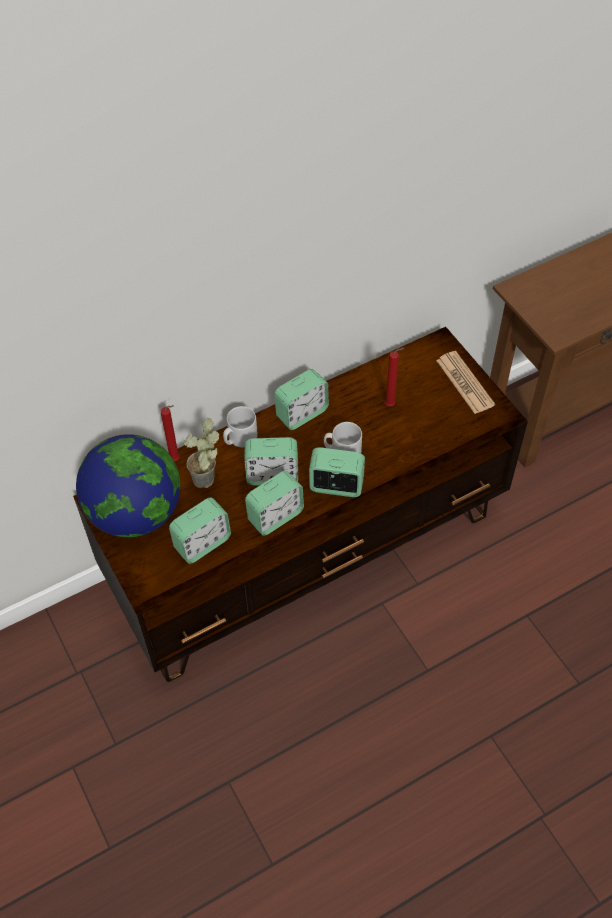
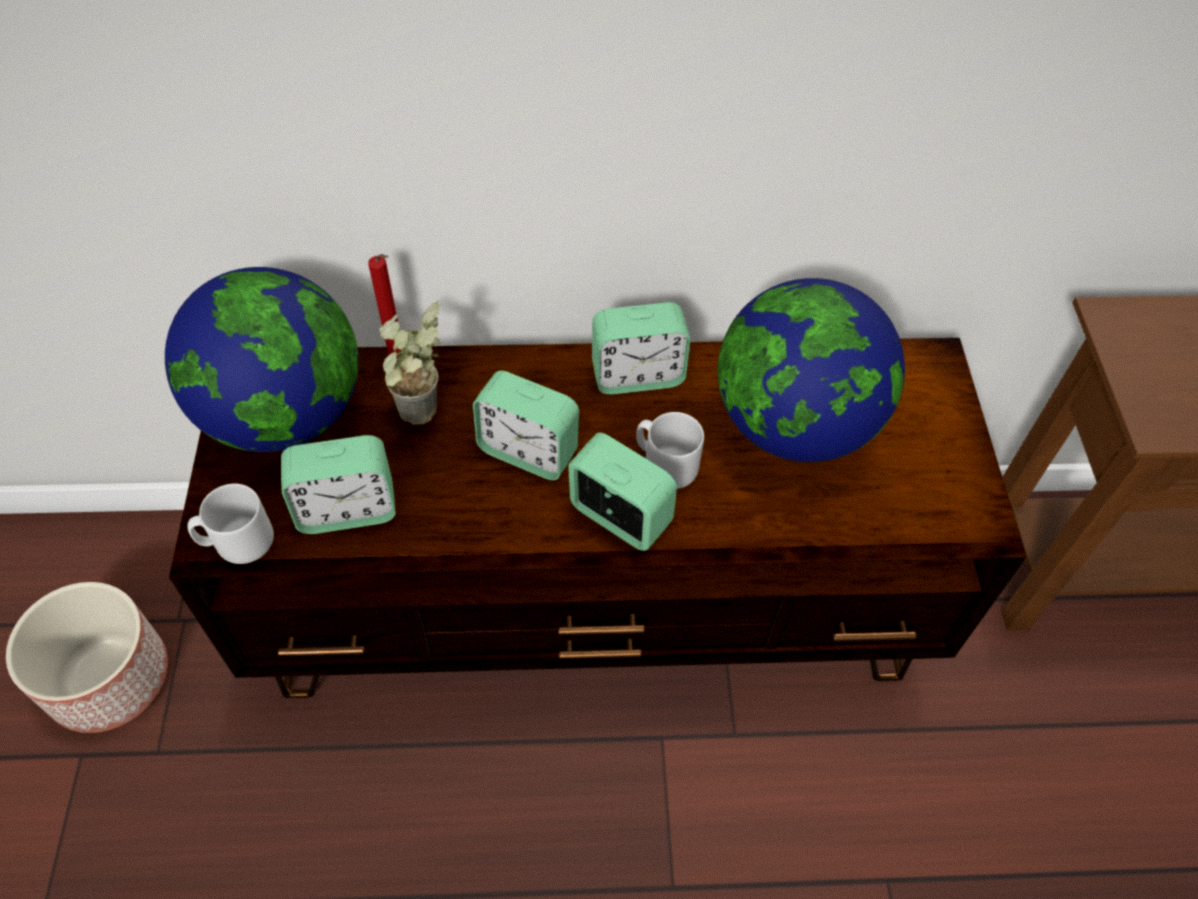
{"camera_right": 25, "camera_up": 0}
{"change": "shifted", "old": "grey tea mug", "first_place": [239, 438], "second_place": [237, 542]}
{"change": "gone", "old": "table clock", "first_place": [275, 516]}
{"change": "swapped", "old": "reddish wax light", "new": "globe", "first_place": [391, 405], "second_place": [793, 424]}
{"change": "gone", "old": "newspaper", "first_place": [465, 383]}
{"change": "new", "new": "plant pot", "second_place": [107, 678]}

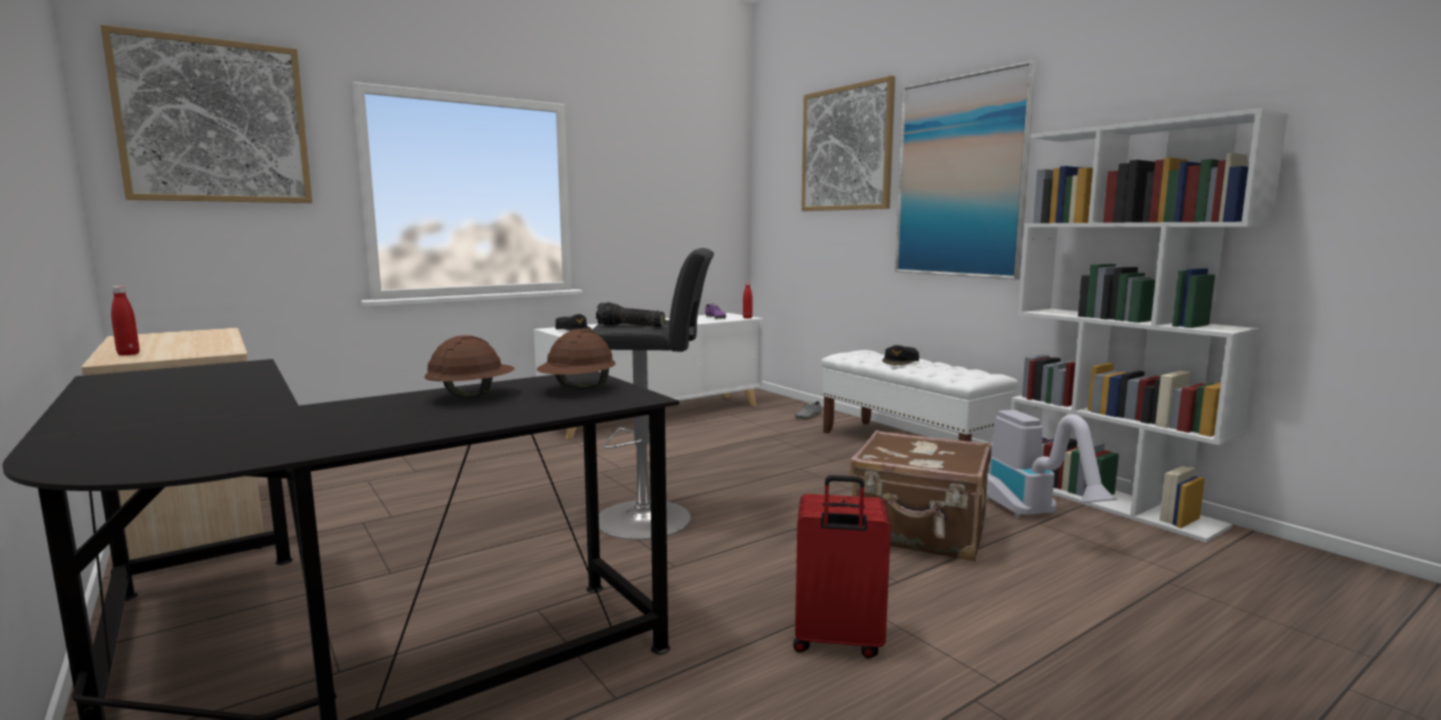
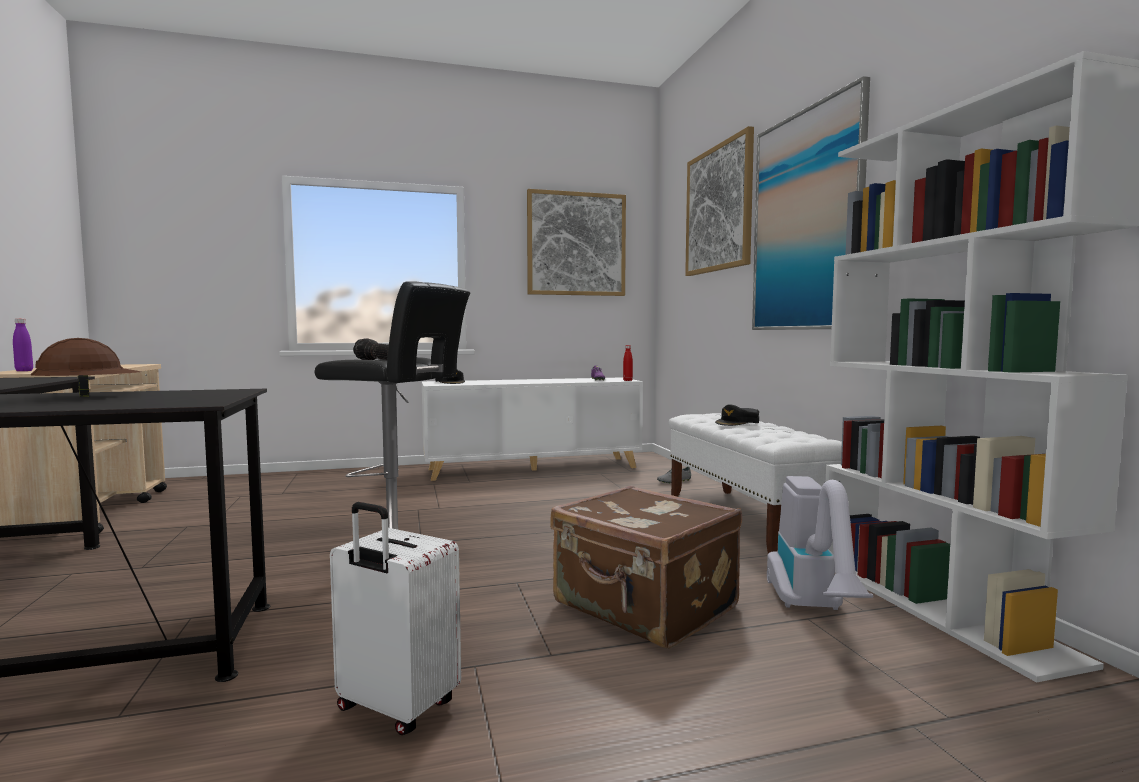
{"camera_right": 20, "camera_up": -5}
{"change": "shifted", "old": "wall art", "first_place": [214, 121], "second_place": [576, 244]}
{"change": "repainted", "old": "reddish bottle", "new": "purple bottle", "first_place": [128, 354], "second_place": [24, 371]}
{"change": "gone", "old": "brown-coloured work helmet", "first_place": [578, 389]}
{"change": "repainted", "old": "reddish suitcase", "new": "white-coloured suitcase", "first_place": [837, 642], "second_place": [395, 708]}

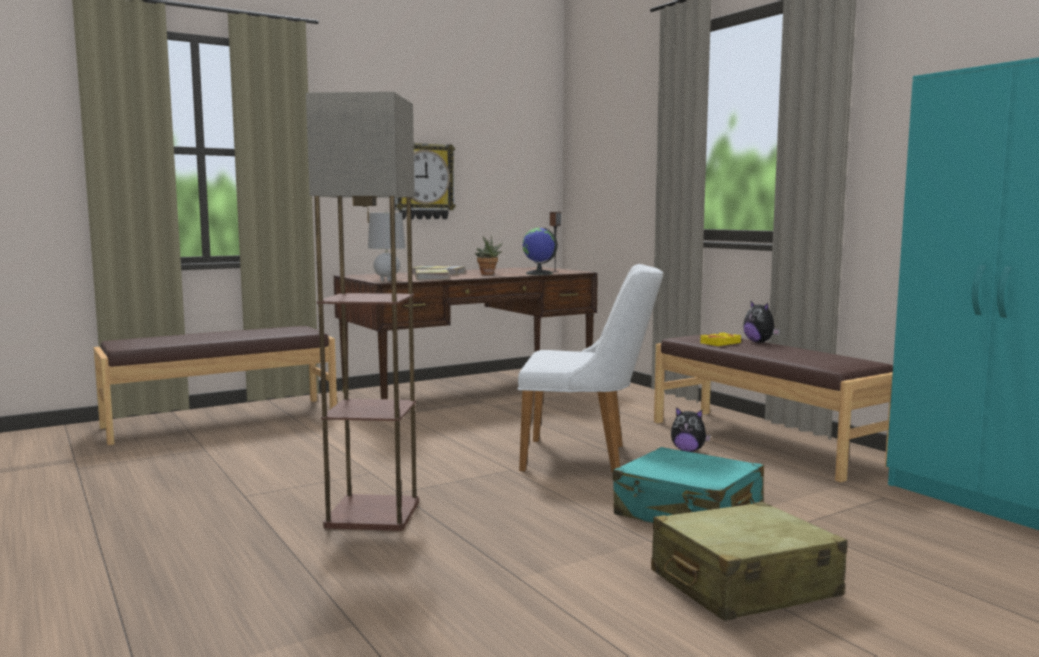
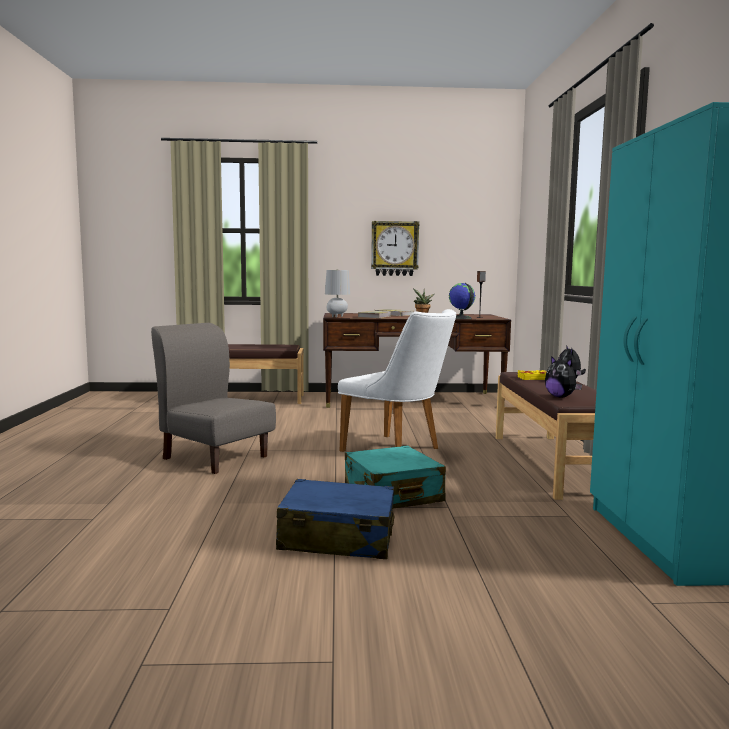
{"camera_right": 30, "camera_up": 0}
{"change": "swapped", "old": "standing lamp", "new": "grey plain chair", "first_place": [372, 513], "second_place": [215, 457]}
{"change": "repainted", "old": "beige suitcase", "new": "bluish suitcase", "first_place": [743, 585], "second_place": [337, 538]}
{"change": "shifted", "old": "plush toy", "first_place": [688, 450], "second_place": [560, 397]}

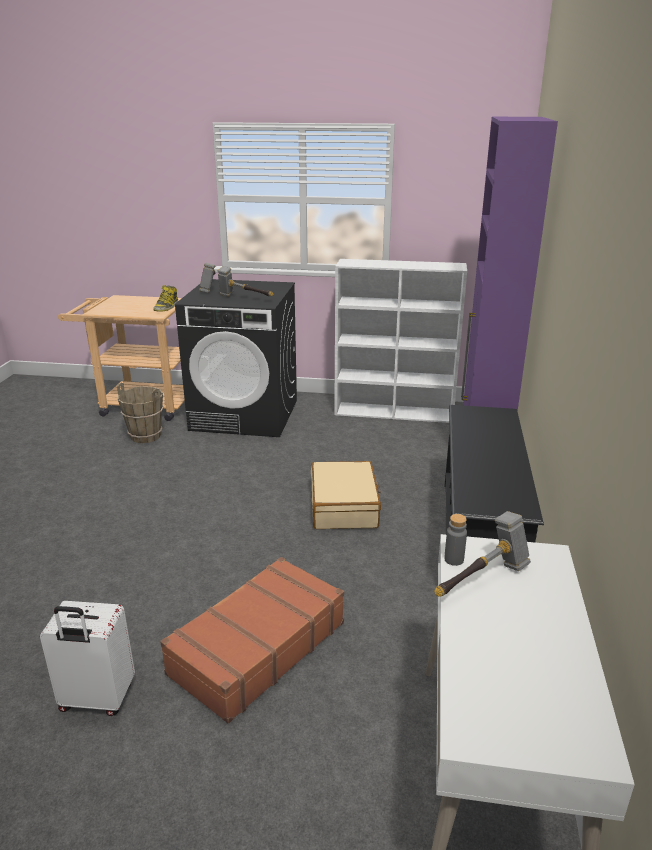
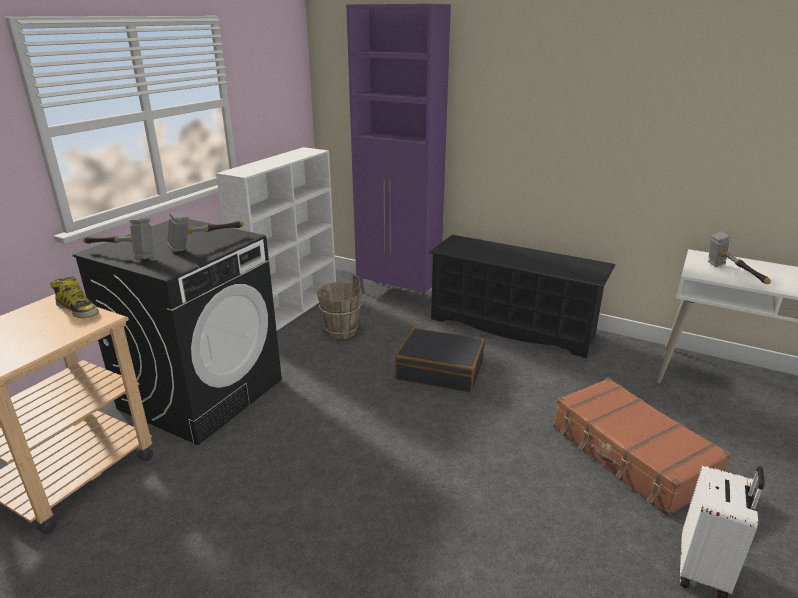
{"camera_right": -70, "camera_up": 0}
{"change": "shifted", "old": "brown-coloured water bucket", "first_place": [146, 436], "second_place": [341, 331]}
{"change": "repainted", "old": "beige suitcase", "new": "black suitcase", "first_place": [344, 506], "second_place": [440, 370]}
{"change": "gone", "old": "grey bottle", "first_place": [454, 559]}

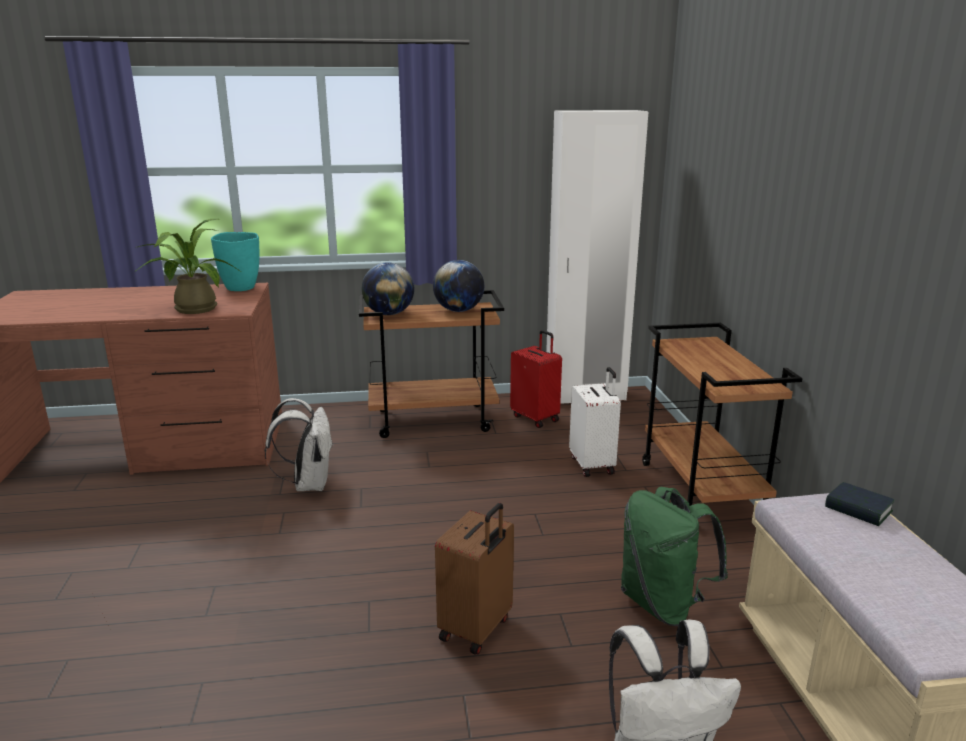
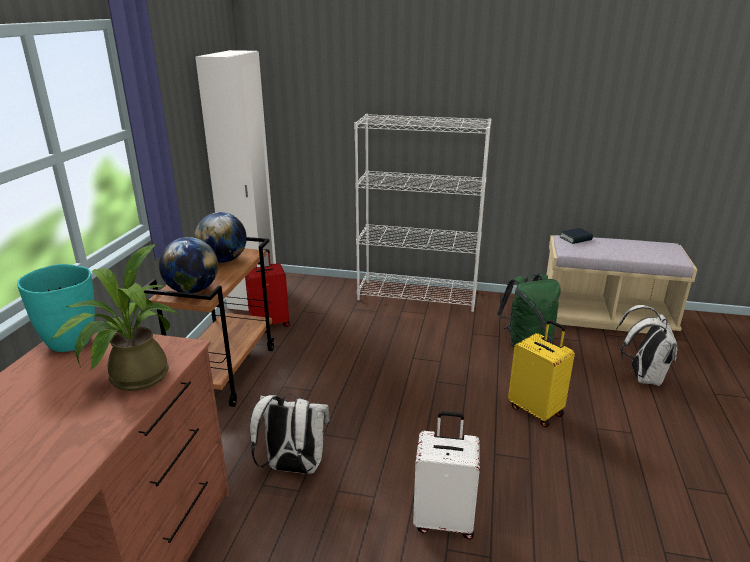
{"camera_right": -70, "camera_up": 5}
{"change": "repainted", "old": "brown-coloured suitcase", "new": "yellowish suitcase", "first_place": [477, 629], "second_place": [536, 410]}
{"change": "shifted", "old": "white-coloured suitcase", "first_place": [593, 465], "second_place": [444, 519]}
{"change": "swapped", "old": "brown-coloured trolley", "new": "white-coloured bookshelf", "first_place": [702, 491], "second_place": [418, 295]}

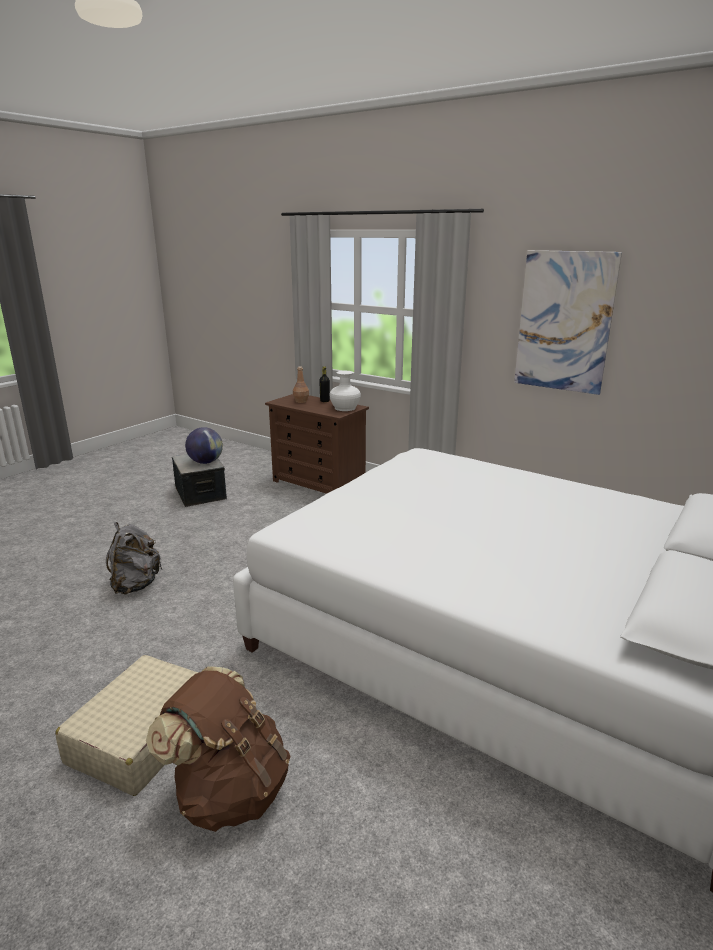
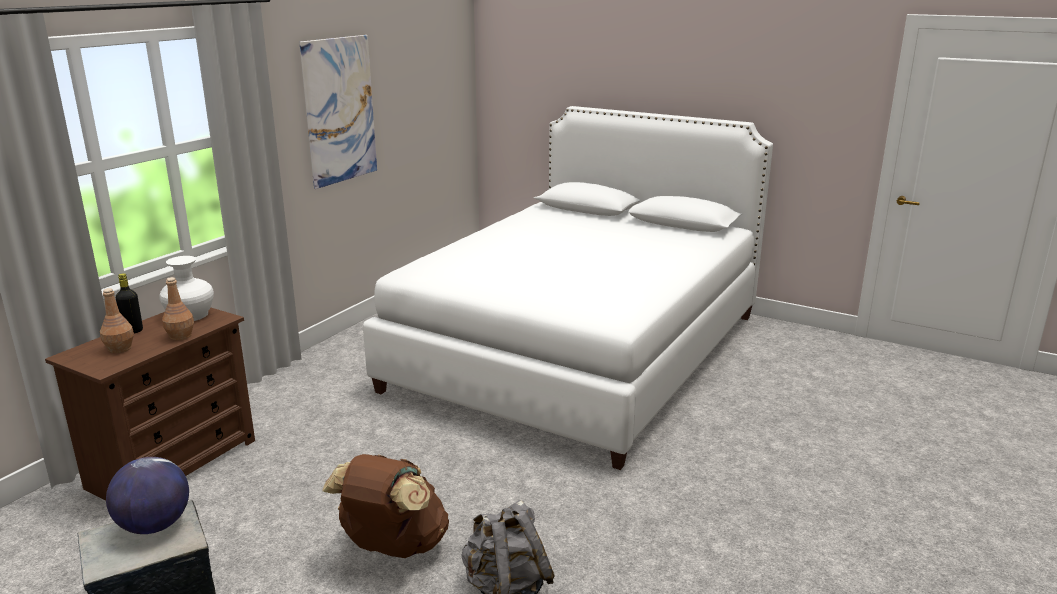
{"camera_right": -95, "camera_up": 0}
{"change": "gone", "old": "beige suitcase", "first_place": [142, 736]}
{"change": "shifted", "old": "brown-coloured rucksack", "first_place": [229, 791], "second_place": [392, 547]}
{"change": "new", "new": "brown-coloured bottle", "second_place": [180, 336]}

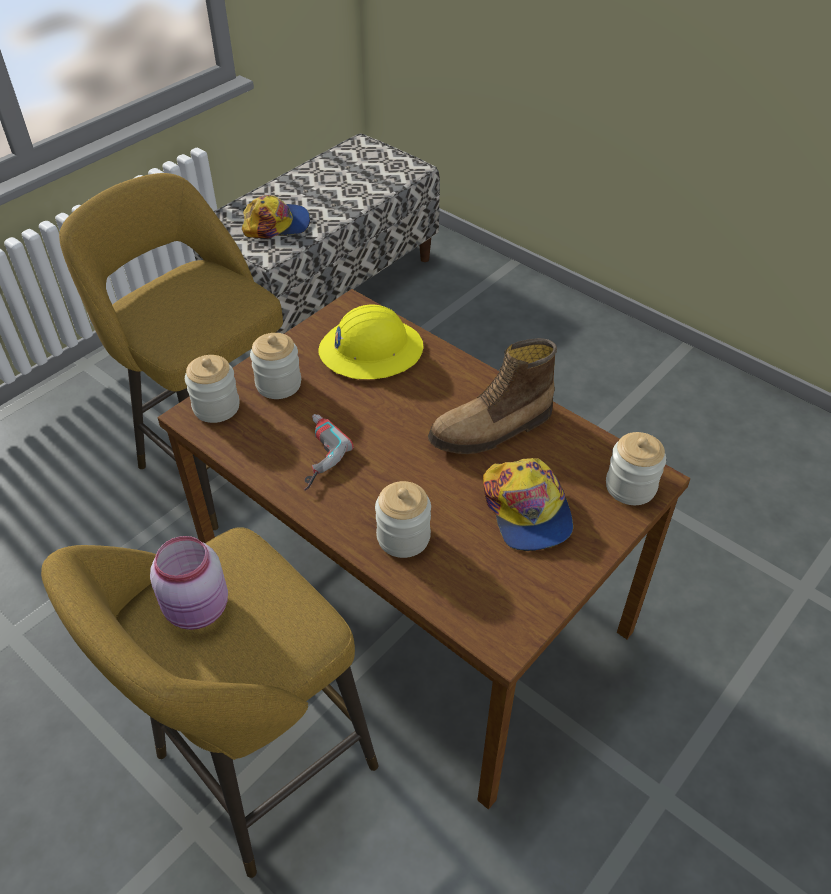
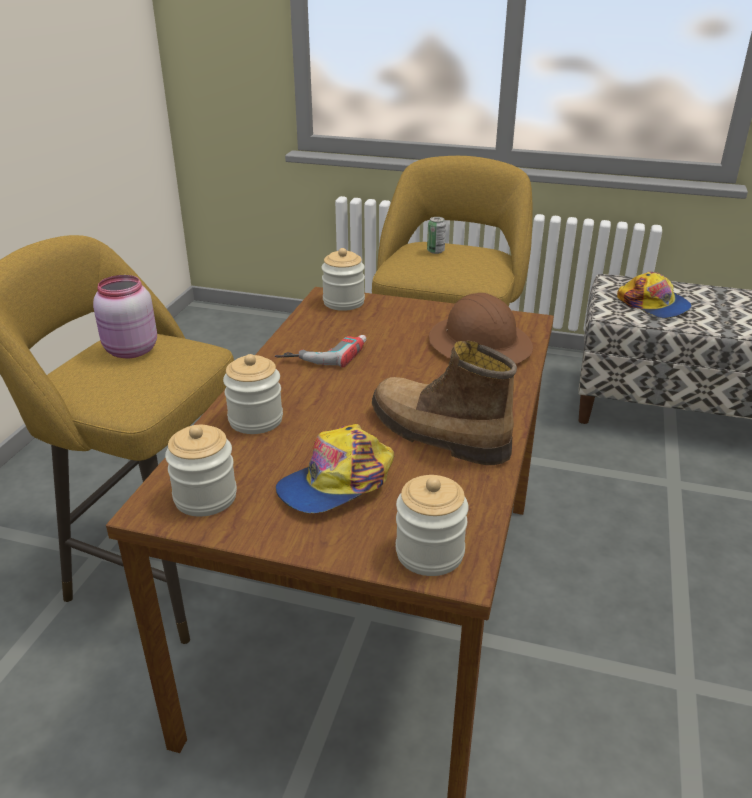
{"camera_right": 65, "camera_up": -15}
{"change": "shifted", "old": "preserve jar", "first_place": [278, 384], "second_place": [205, 497]}
{"change": "repainted", "old": "yellowish work helmet", "new": "brown-coloured work helmet", "first_place": [371, 350], "second_place": [480, 344]}
{"change": "new", "new": "can", "second_place": [435, 251]}

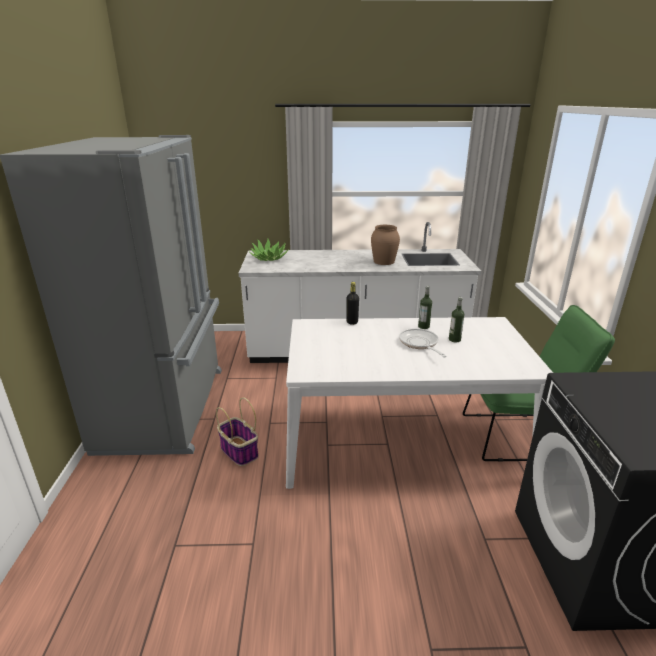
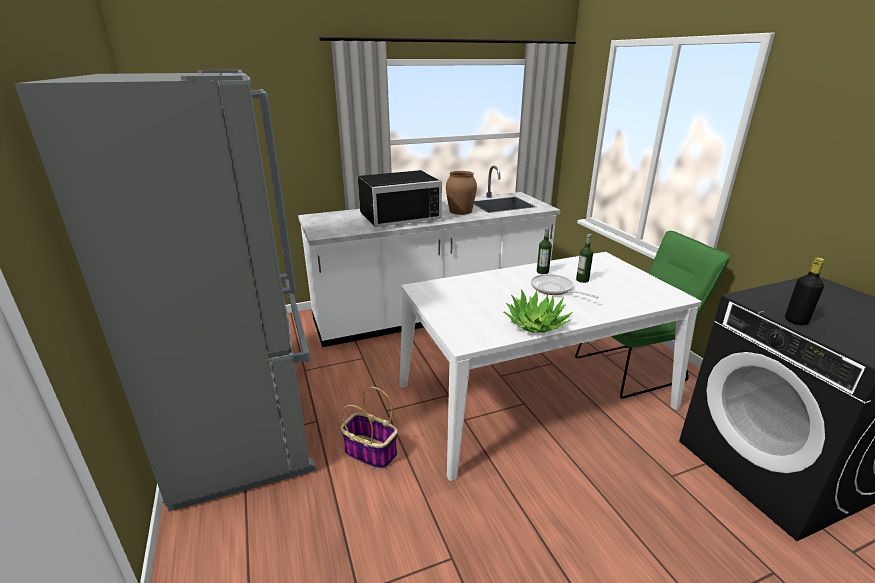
{"camera_right": -20, "camera_up": 0}
{"change": "shifted", "old": "plant in a pot", "first_place": [269, 258], "second_place": [535, 324]}
{"change": "shifted", "old": "black bottle", "first_place": [352, 322], "second_place": [796, 321]}
{"change": "new", "new": "black kitchen microwave", "second_place": [398, 216]}

